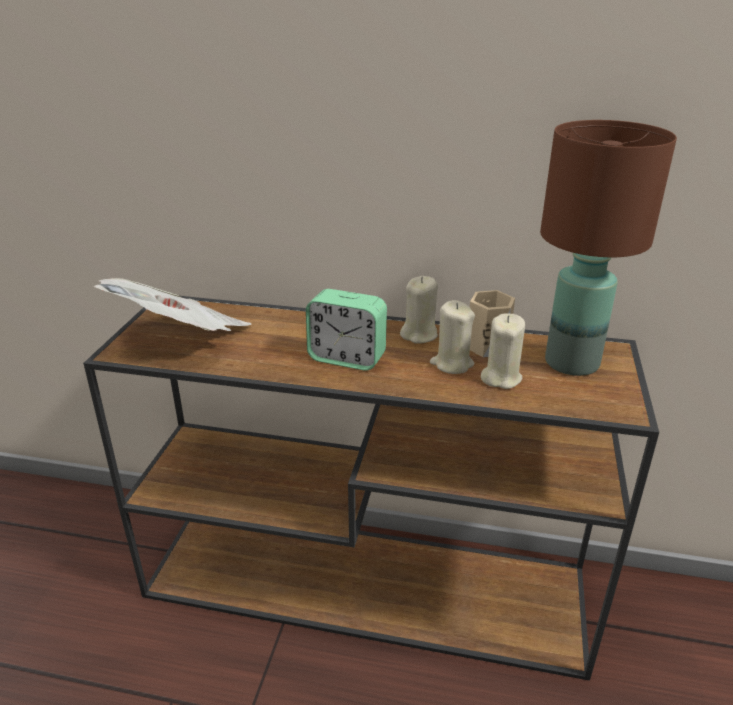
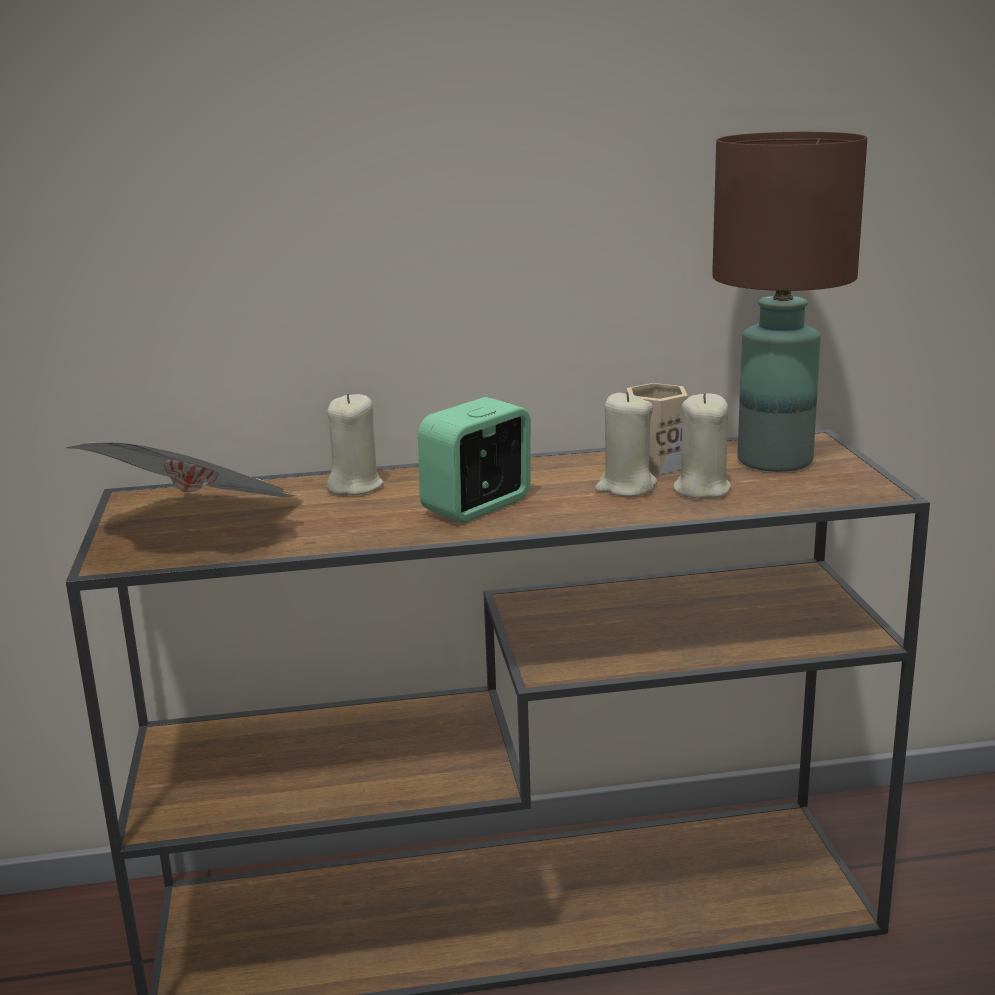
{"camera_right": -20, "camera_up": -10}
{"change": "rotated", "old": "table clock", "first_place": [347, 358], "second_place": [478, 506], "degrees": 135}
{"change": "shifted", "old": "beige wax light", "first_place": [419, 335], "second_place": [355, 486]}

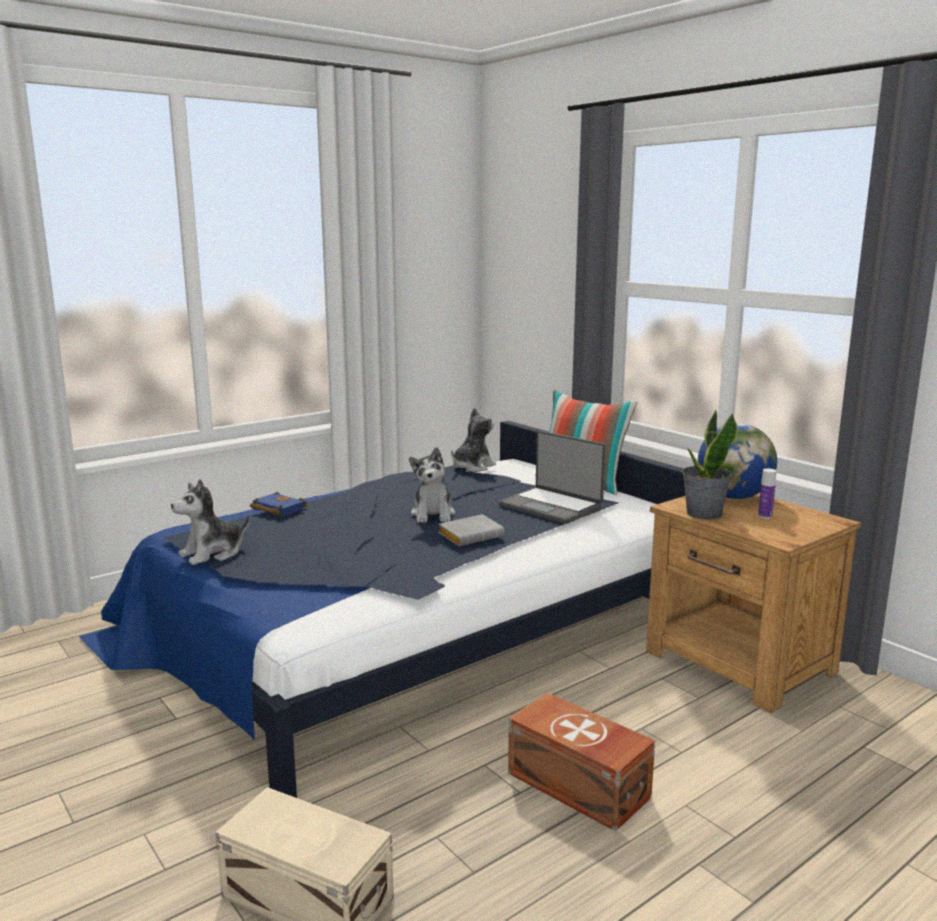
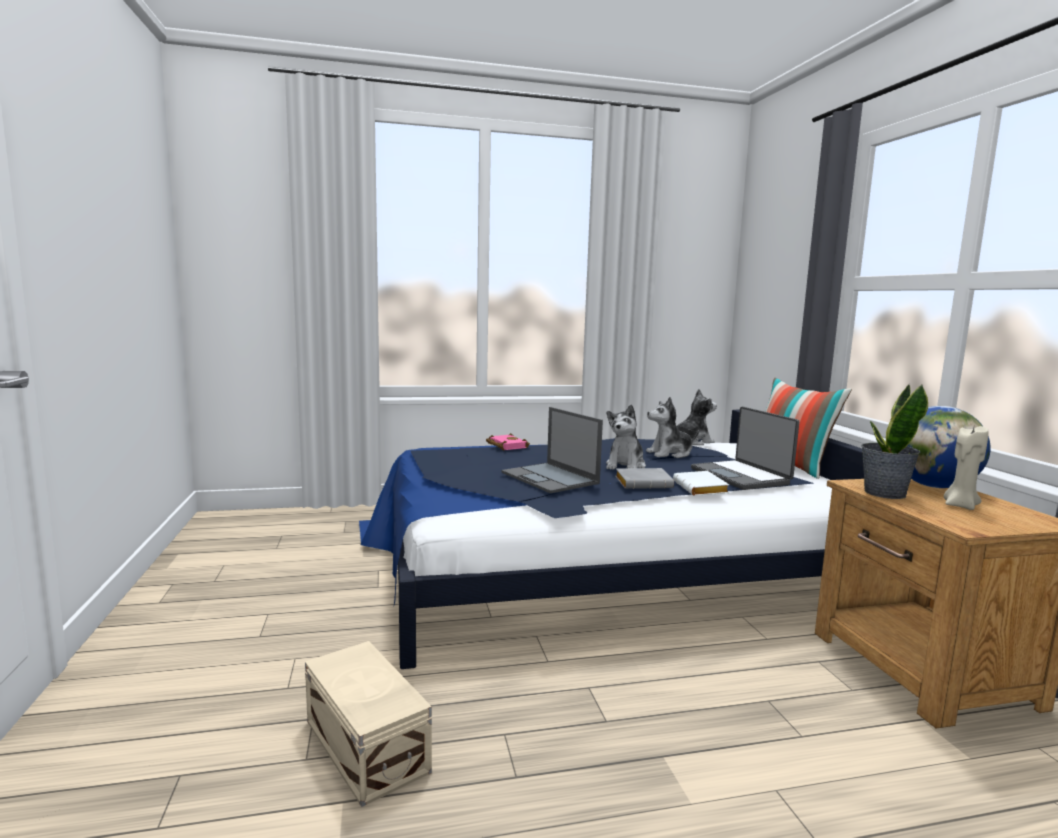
{"camera_right": 25, "camera_up": -5}
{"change": "shifted", "old": "plush toy", "first_place": [213, 553], "second_place": [670, 454]}
{"change": "repainted", "old": "bluish book", "new": "pink-coloured book", "first_place": [276, 509], "second_place": [505, 446]}
{"change": "gone", "old": "brown-coloured storage bin", "first_place": [578, 787]}
{"change": "swapped", "old": "bottle", "new": "beige wax light", "first_place": [765, 516], "second_place": [960, 505]}
{"change": "new", "new": "laptop", "second_place": [550, 478]}
{"change": "new", "new": "white-coloured book", "second_place": [702, 489]}

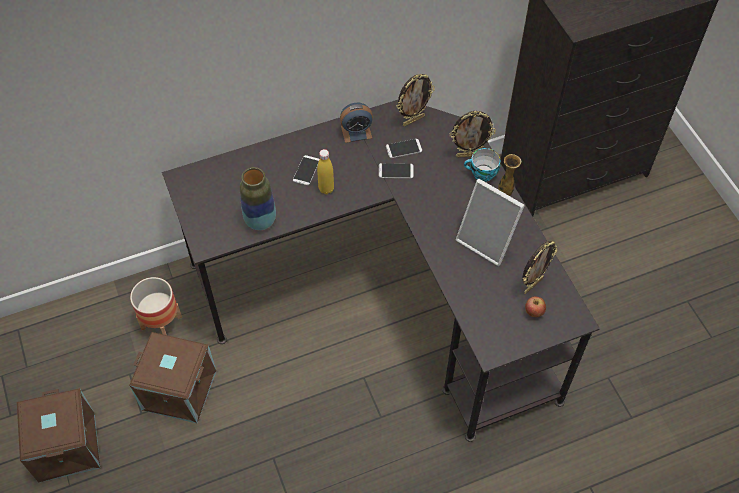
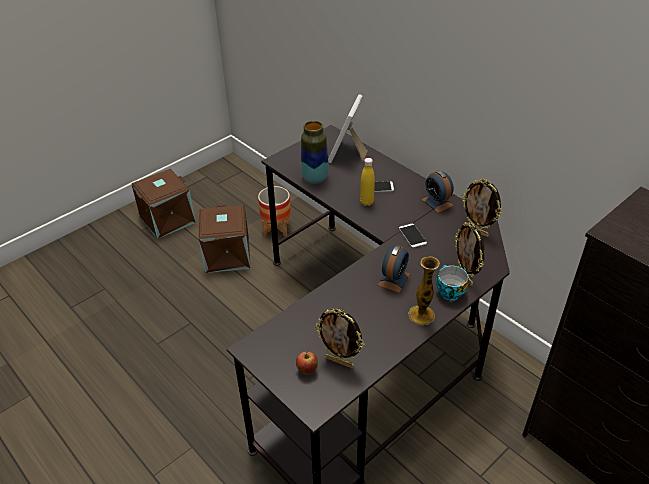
{"camera_right": 70, "camera_up": -15}
{"change": "gone", "old": "handset", "first_place": [404, 149]}
{"change": "shifted", "old": "picture frame", "first_place": [487, 241], "second_place": [347, 154]}
{"change": "new", "new": "table clock", "second_place": [393, 279]}

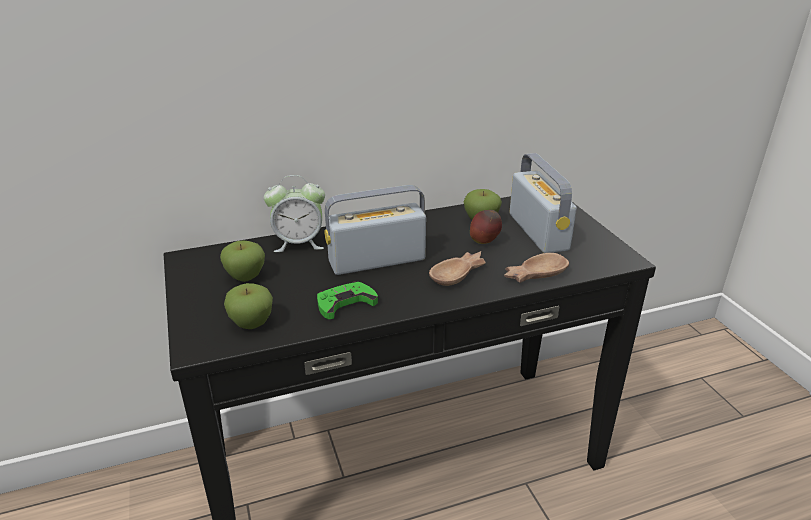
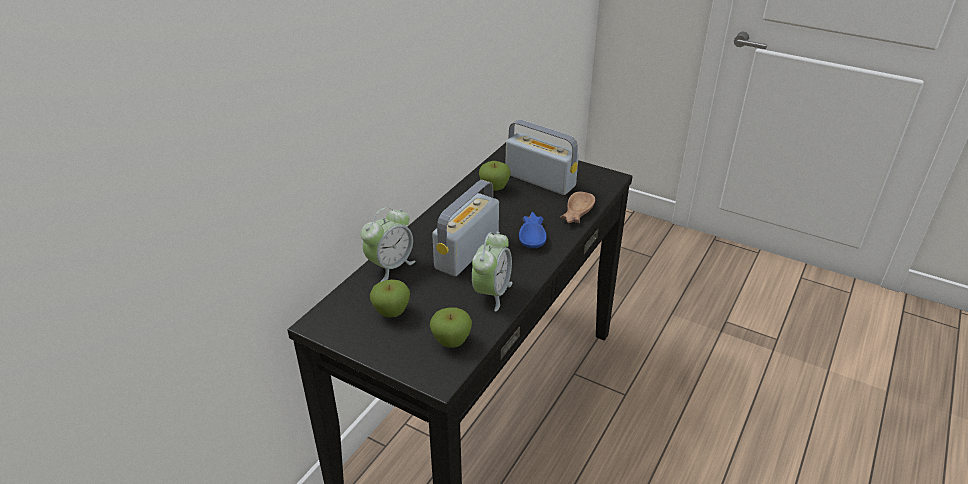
{"camera_right": -40, "camera_up": 5}
{"change": "swapped", "old": "green-coloured joypad", "new": "table clock", "first_place": [345, 303], "second_place": [492, 293]}
{"change": "repainted", "old": "brown-coloured deep dish", "new": "bluish deep dish", "first_place": [459, 274], "second_place": [533, 235]}
{"change": "gone", "old": "whole apple", "first_place": [484, 242]}

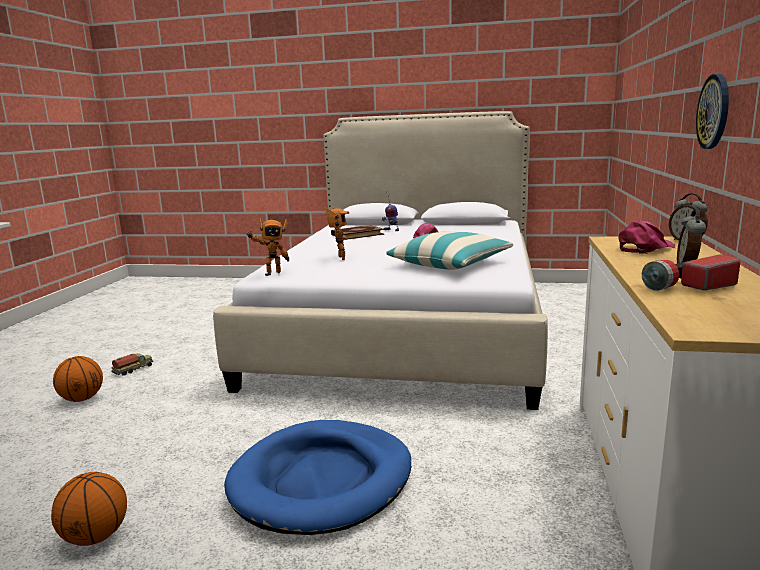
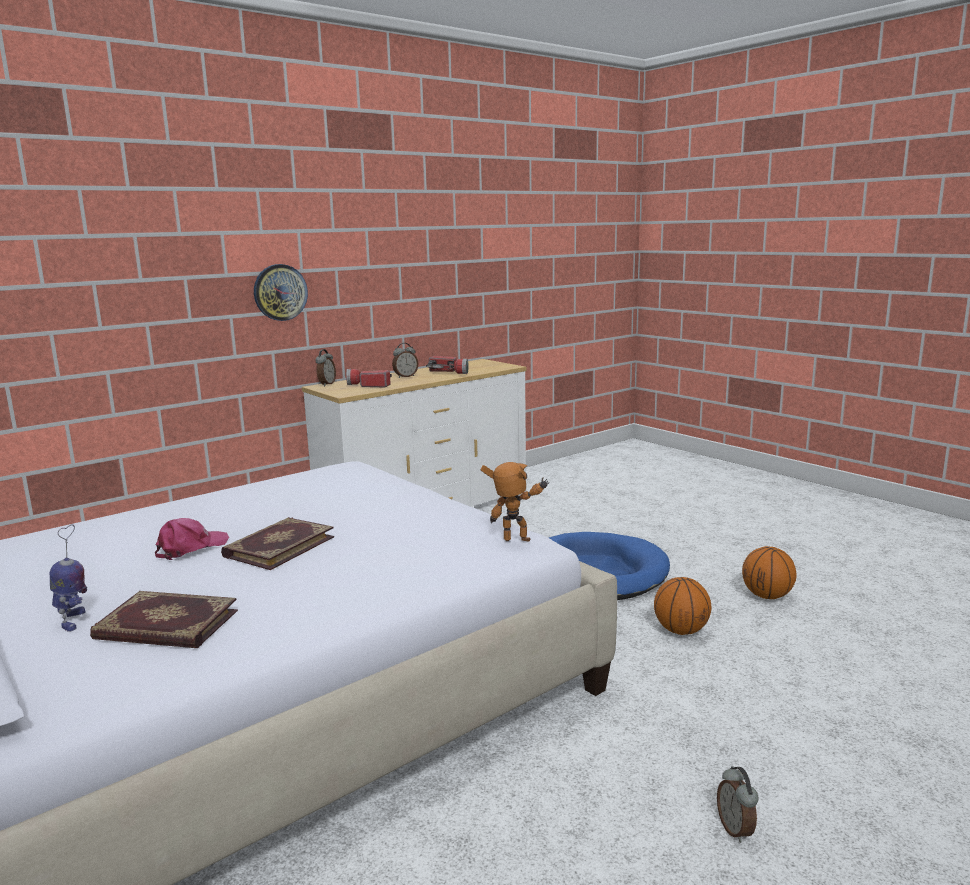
{"camera_right": -140, "camera_up": 0}
{"change": "shifted", "old": "ball for basketball", "first_place": [82, 399], "second_place": [681, 631]}
{"change": "swapped", "old": "model truck", "new": "table clock", "first_place": [133, 369], "second_place": [736, 829]}
{"change": "gone", "old": "robot figure", "first_place": [339, 258]}
{"change": "gone", "old": "pillow", "first_place": [450, 264]}
{"change": "swapped", "old": "pink-coloured cap", "new": "flashlight", "first_place": [645, 248], "second_place": [368, 385]}
{"change": "new", "new": "book", "second_place": [278, 546]}

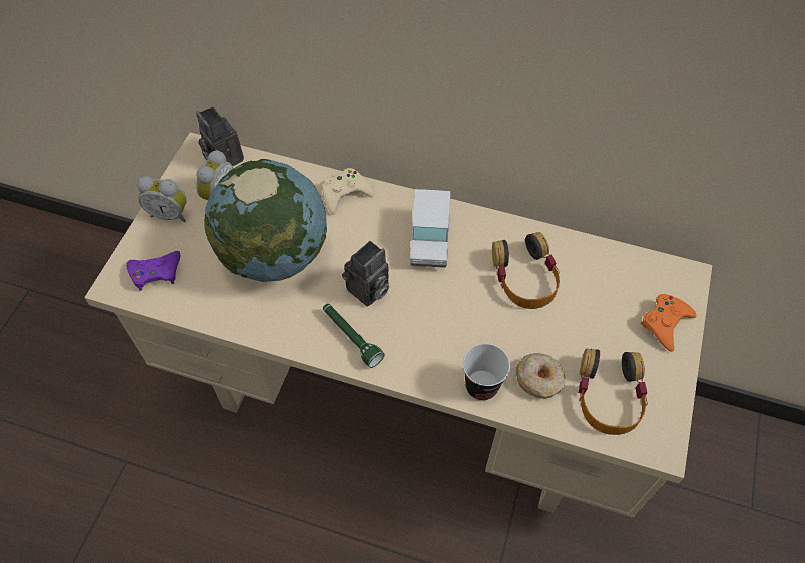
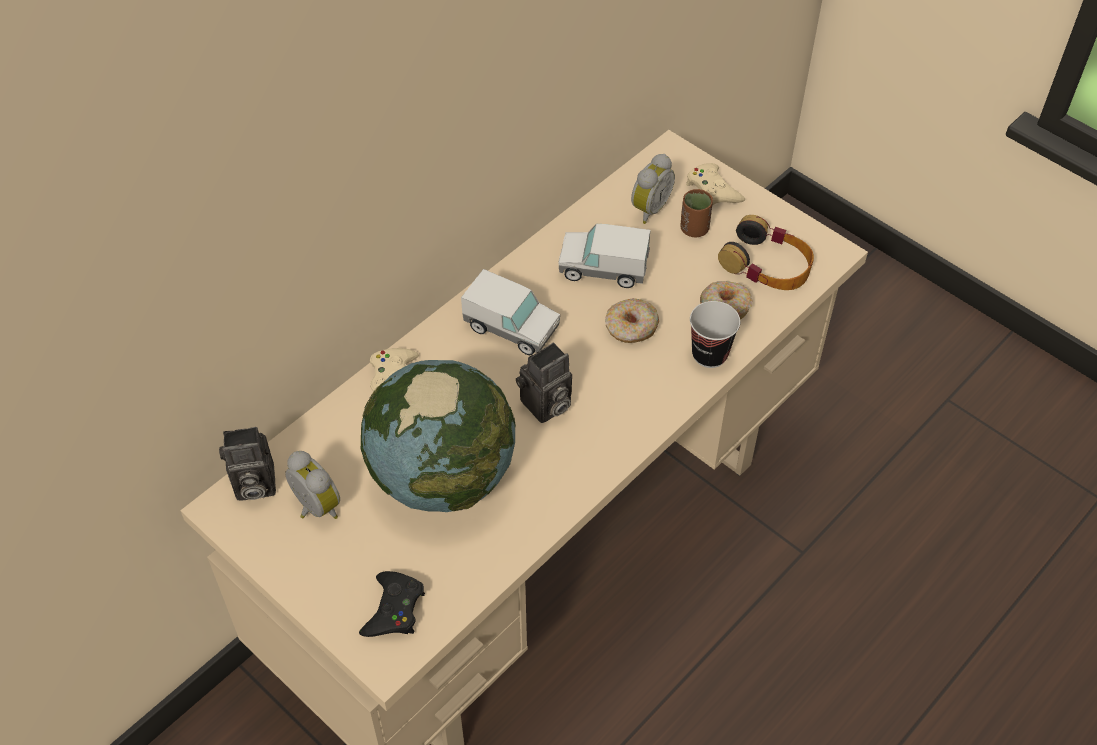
{"camera_right": -65, "camera_up": -5}
{"change": "repainted", "old": "purple joypad", "new": "black joypad", "first_place": [156, 272], "second_place": [394, 609]}
{"change": "shifted", "old": "table clock", "first_place": [170, 214], "second_place": [648, 208]}
{"change": "gone", "old": "green-coloured flashlight", "first_place": [351, 337]}
{"change": "rotated", "old": "still camera", "first_place": [368, 291], "second_place": [545, 406], "degrees": 75}
{"change": "swapped", "old": "headset", "new": "model truck", "first_place": [525, 277], "second_place": [603, 269]}
{"change": "repainted", "old": "orange-coloured joypad", "new": "beige joypad", "first_place": [665, 323], "second_place": [712, 190]}
{"change": "new", "new": "donut", "second_place": [631, 328]}
{"change": "new", "new": "brown-coloured drinking cup", "second_place": [694, 229]}

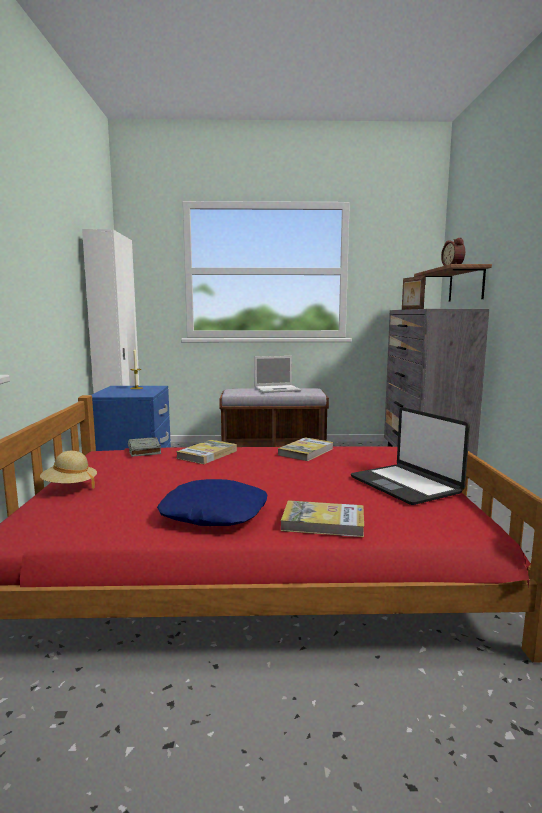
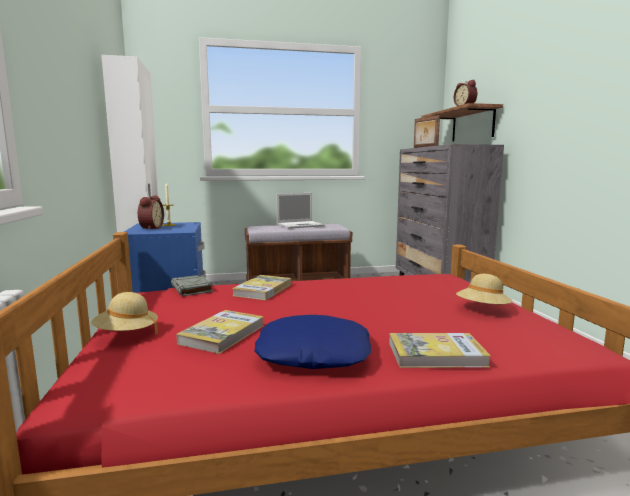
{"camera_right": -10, "camera_up": 0}
{"change": "shifted", "old": "book", "first_place": [306, 452], "second_place": [222, 334]}
{"change": "swapped", "old": "laptop", "new": "beige wearable hat", "first_place": [406, 485], "second_place": [482, 309]}
{"change": "new", "new": "table clock", "second_place": [150, 228]}

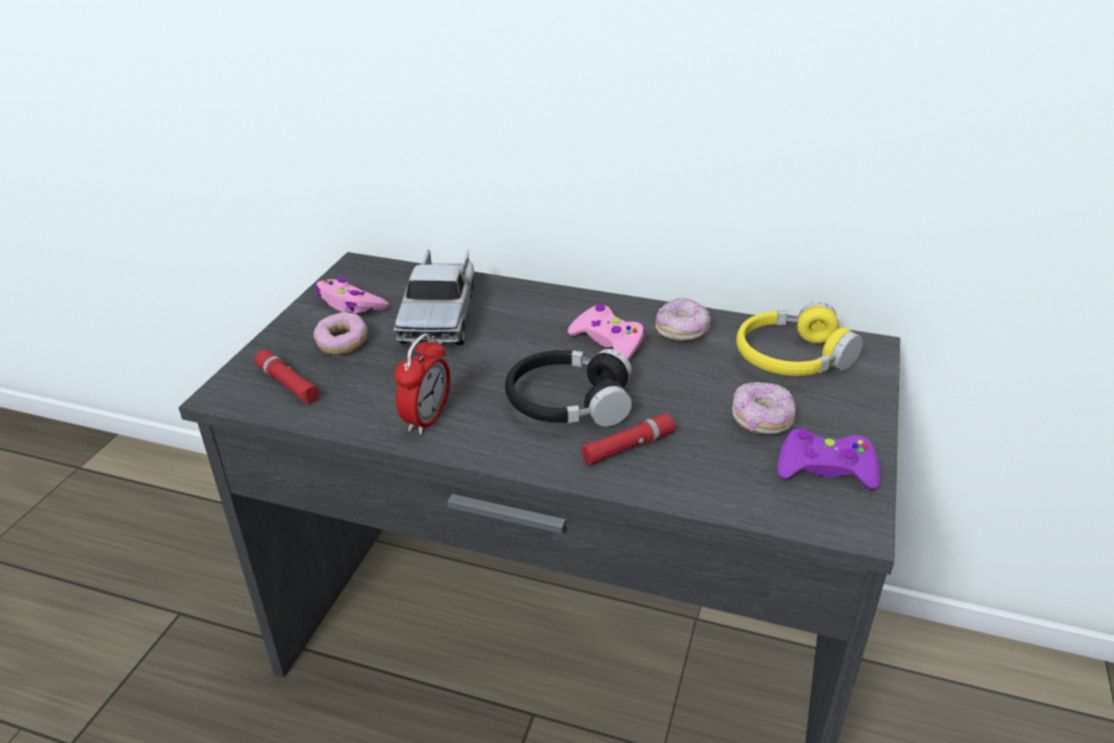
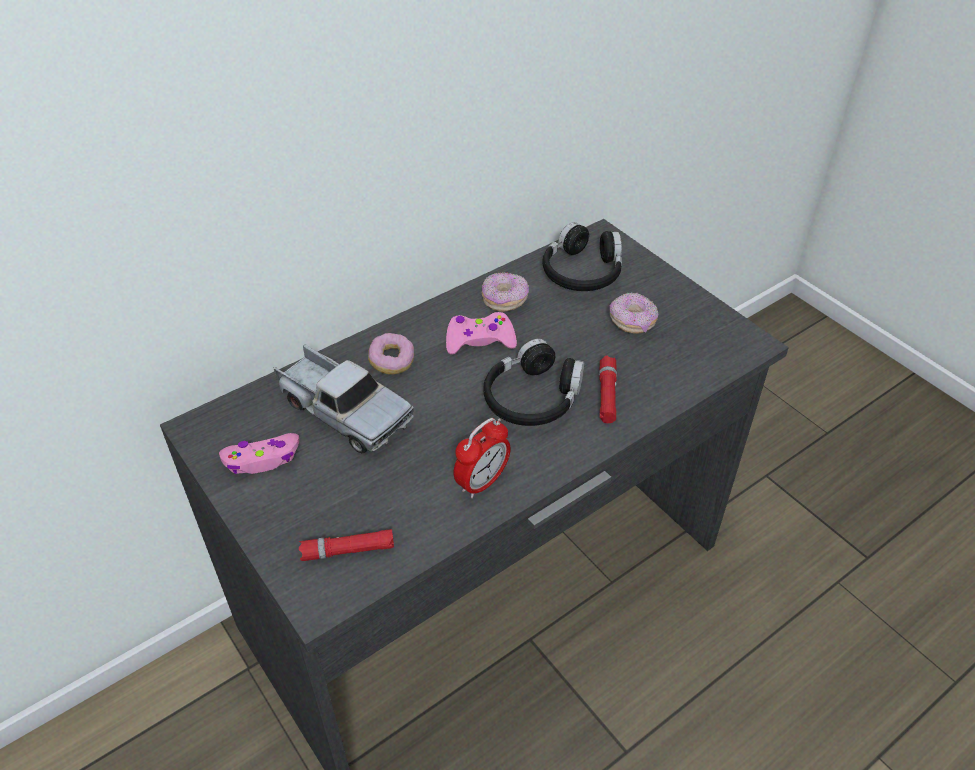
{"camera_right": -55, "camera_up": 10}
{"change": "shifted", "old": "donut", "first_place": [342, 343], "second_place": [392, 361]}
{"change": "rotated", "old": "table clock", "first_place": [427, 419], "second_place": [482, 482], "degrees": 75}
{"change": "repainted", "old": "yellowish headset", "new": "black headset", "first_place": [792, 358], "second_place": [582, 271]}
{"change": "gone", "old": "purple joypad", "first_place": [825, 469]}

